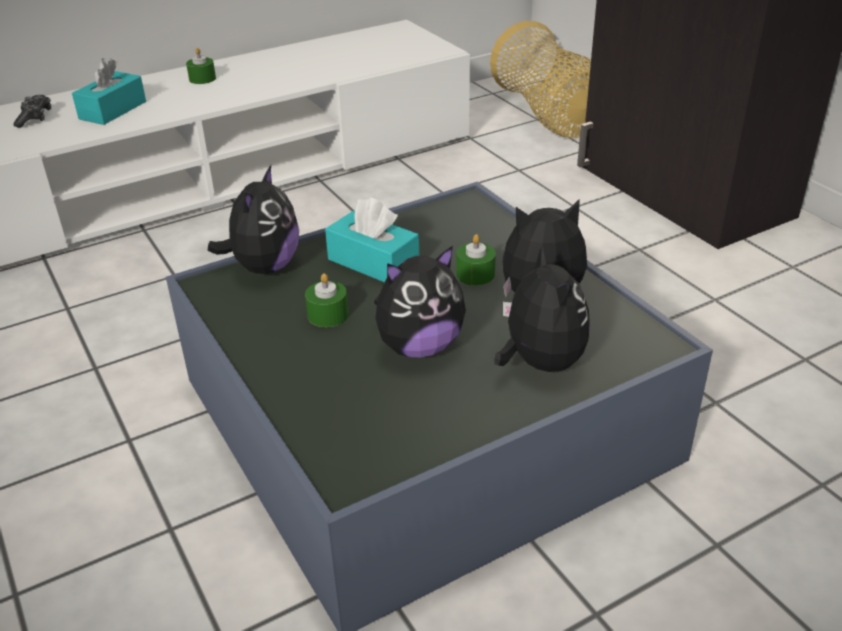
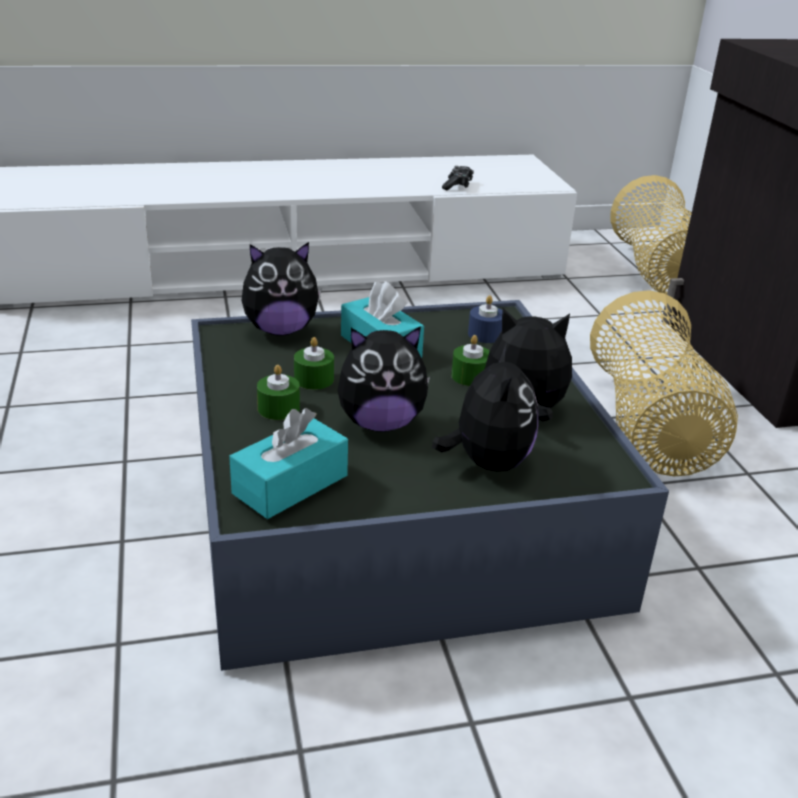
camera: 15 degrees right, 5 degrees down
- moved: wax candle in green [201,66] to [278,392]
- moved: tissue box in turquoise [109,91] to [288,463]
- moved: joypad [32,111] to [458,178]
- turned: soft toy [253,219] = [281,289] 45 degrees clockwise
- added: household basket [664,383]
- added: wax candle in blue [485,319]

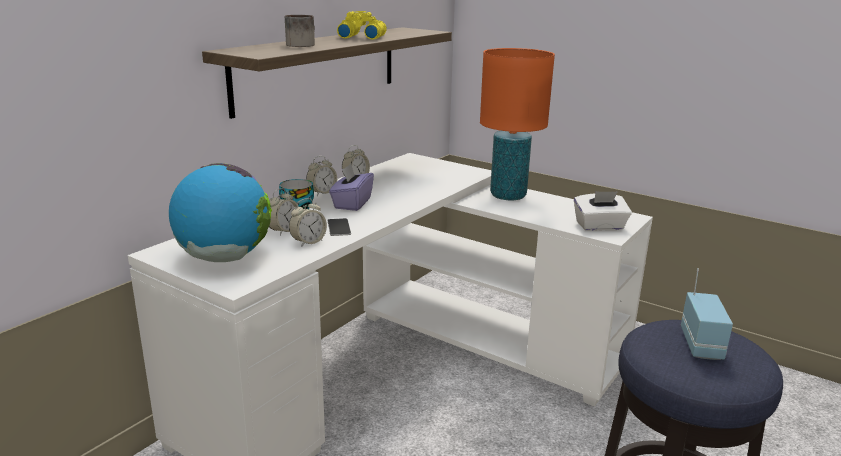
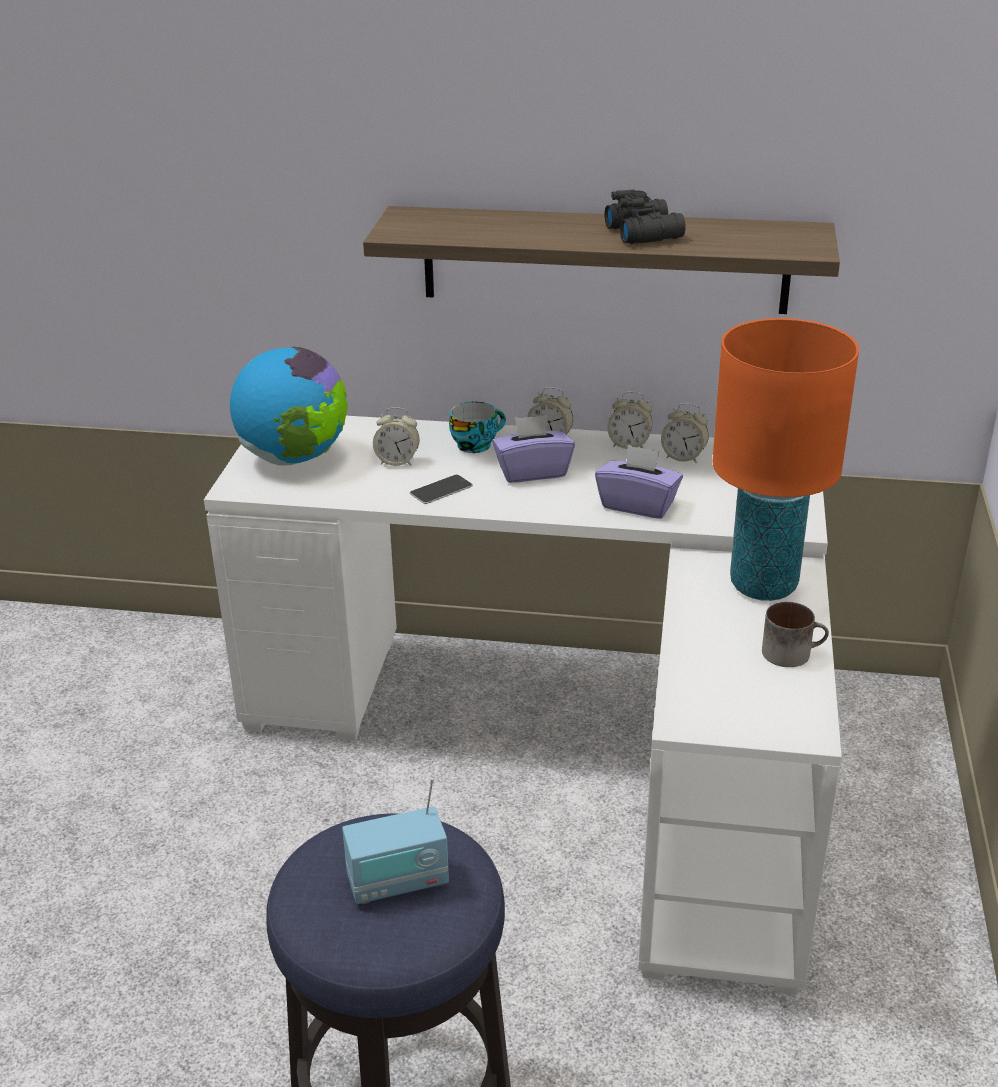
camera: 65 degrees right, 10 degrees up
- recoloured: field glasses in yellowish [362,25] to field glasses in black [645,216]
- moved: coffee mug [300,31] to [795,634]
- removed: tissue box in white-coloured [603,211]
- moved: table clock [308,222] to [685,433]
- added: tissue box in purple [639,482]

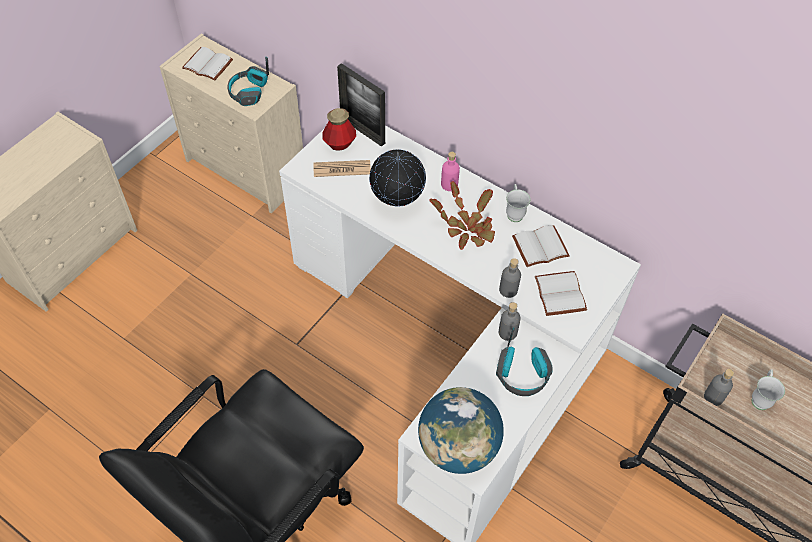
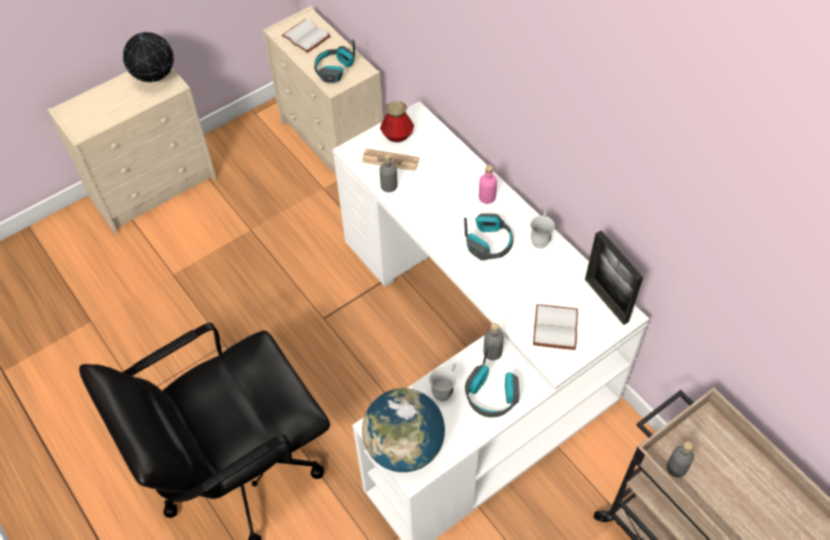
camera: 20 degrees right, 0 degrees up
- moved: picture frame [361,105] to [614,278]
- moved: world globe [397,177] to [148,57]
- replaced: potted plant [462,215] to headphones [488,237]
- removed: book in white-coloured [541,246]
- moved: bottle in greyish [510,278] to [388,172]
- moved: coffee mug in white-coloured [768,389] to [442,382]

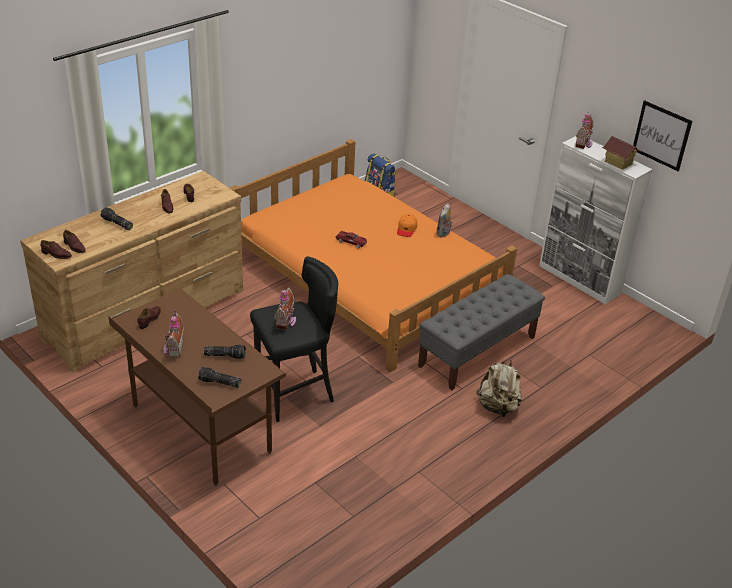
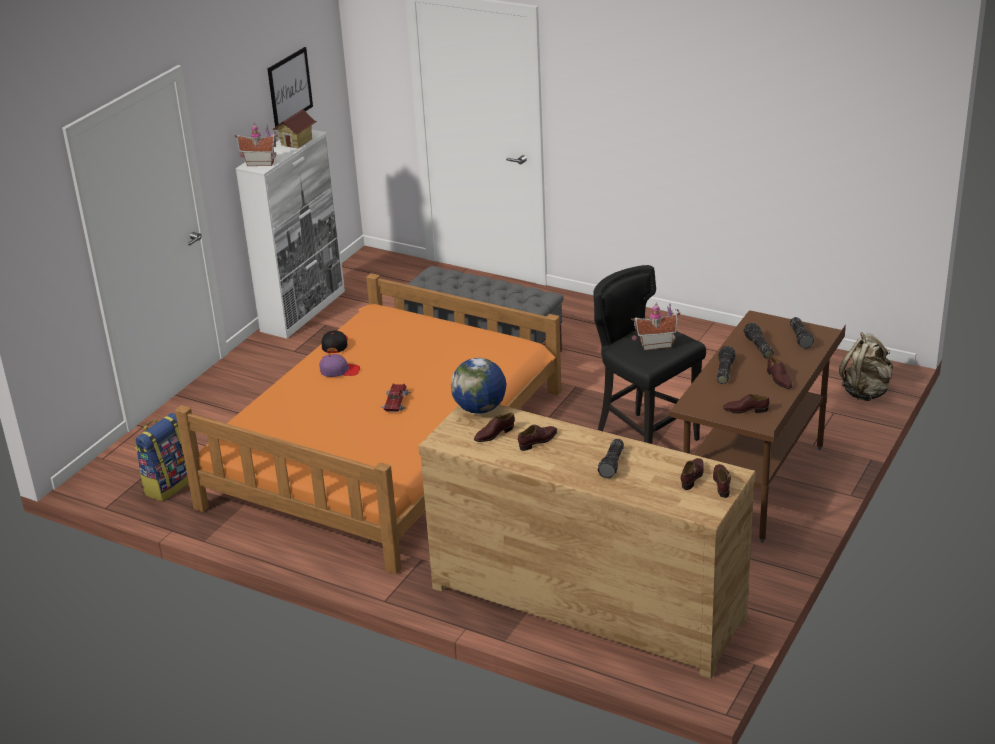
camera: 105 degrees left, 5 degrees down
- replaced: soft toy [444,220] to peaked cap in black [334,341]
- recoloured: peaked cap in orange-coloured [407,225] to peaked cap in purple [339,365]
- replaced: model house [173,333] to shoe in brown [779,372]
- moved: knapsack in sand-coloured [499,388] to [866,366]
- added: torch [726,365]
- added: world globe [478,386]

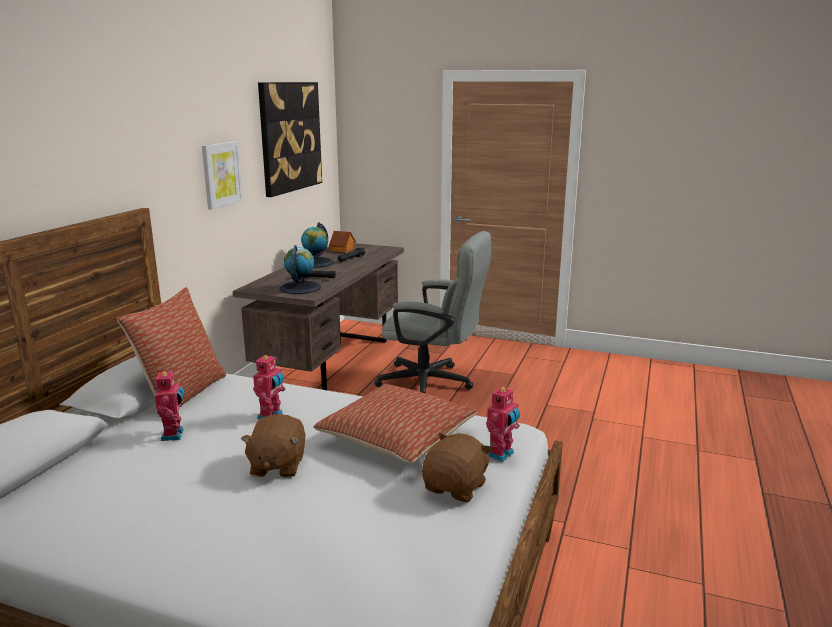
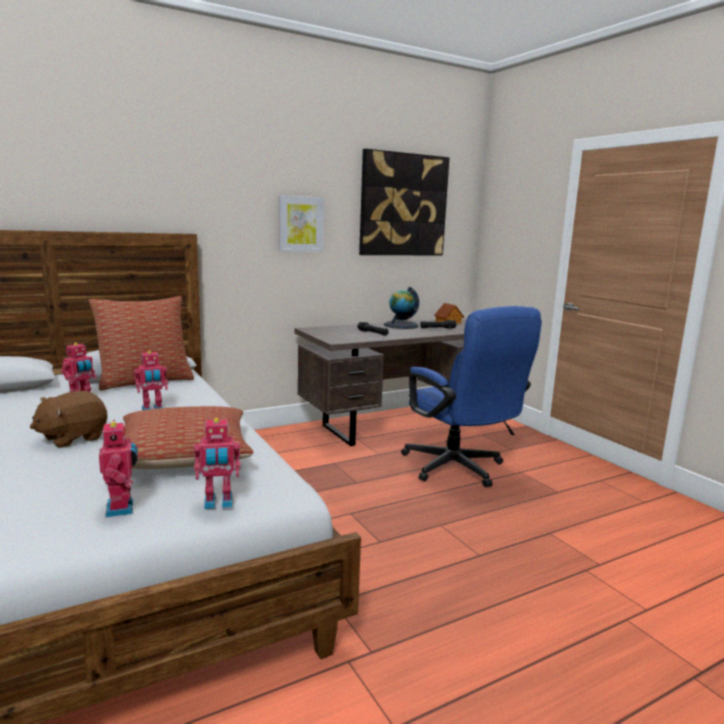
camera: 40 degrees right, 5 degrees down
- recoloured: desk chair in greyish [433,312] to desk chair in blue [471,396]
- removed: world globe [300,269]
- replaced: soft toy in brown [457,467] to toy robot [118,468]

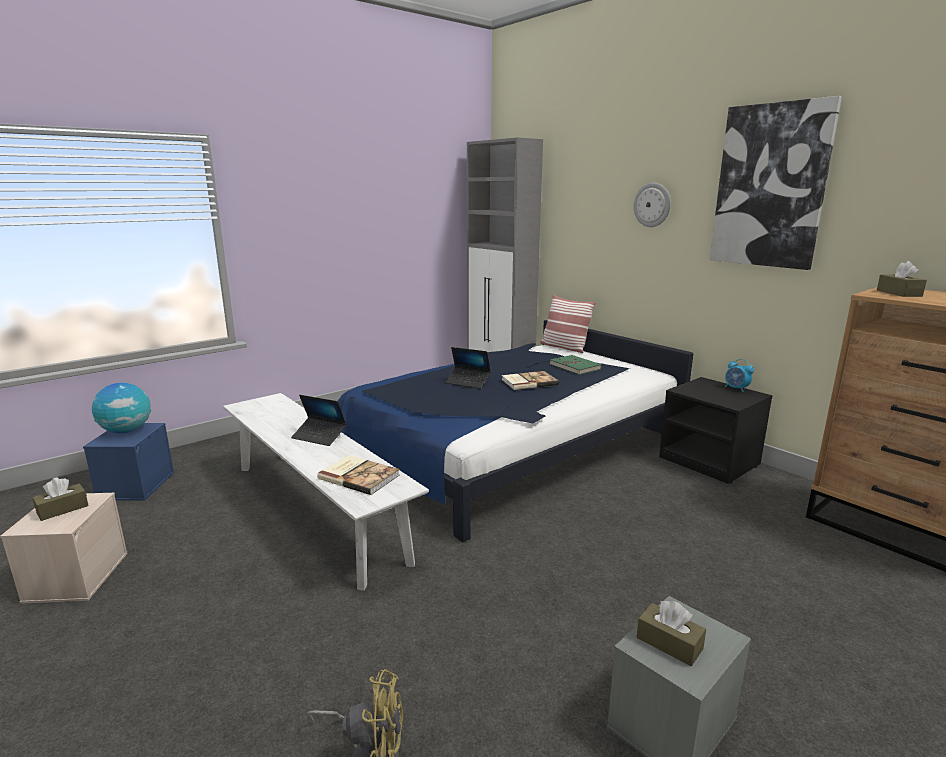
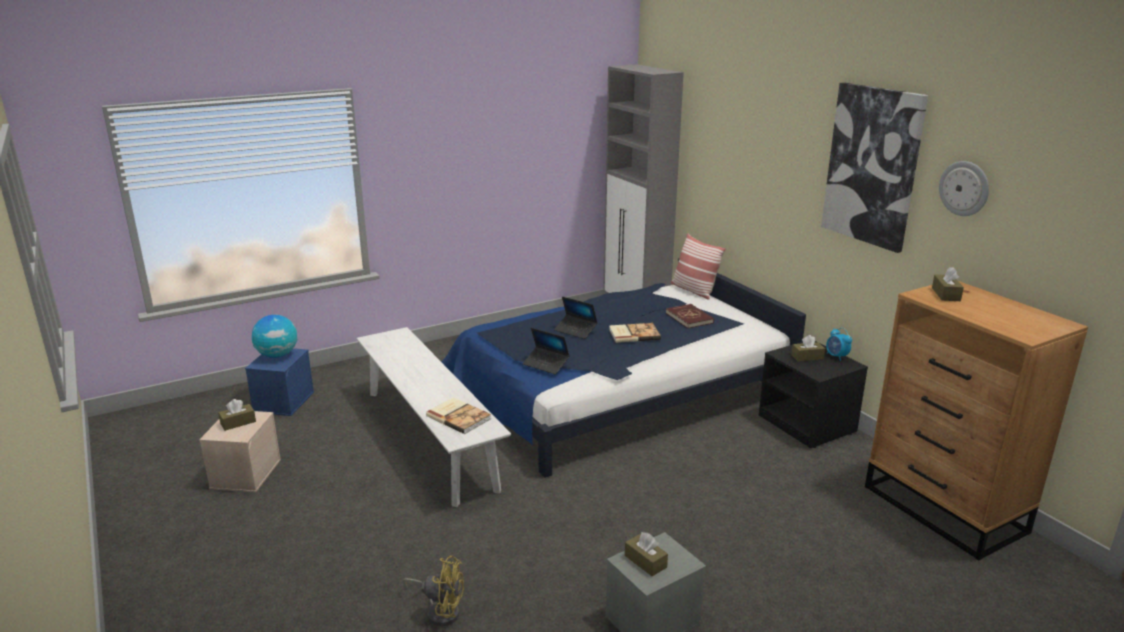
camera: 10 degrees right, 5 degrees up
- moved: hanging clock [652,205] to [964,188]
- recoloured: book in green [576,365] to book in red-coloured [690,316]
- moved: portable computer [319,420] to [546,351]
- added: tissue box in brown [808,348]

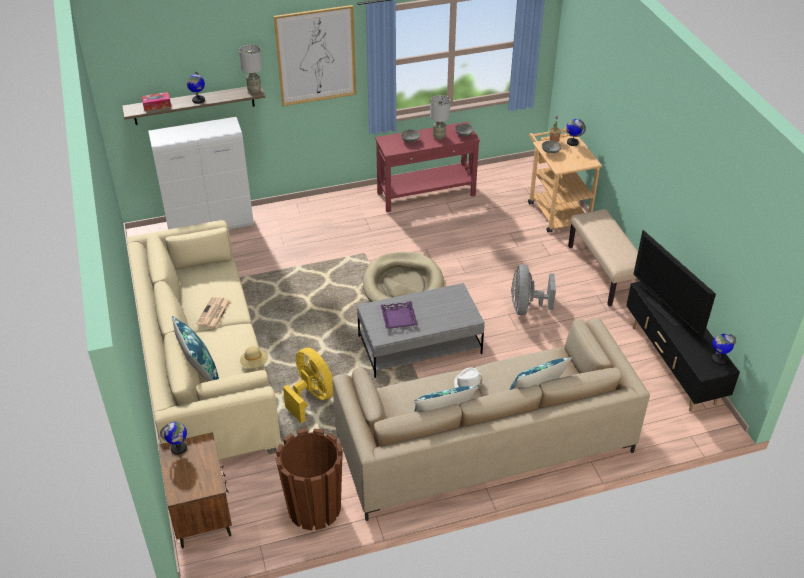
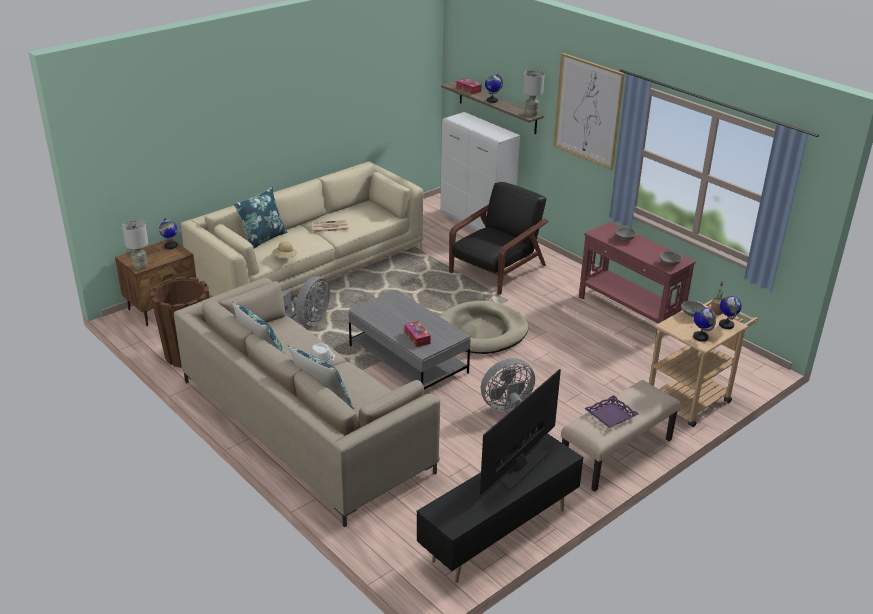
camera: 65 degrees right, 10 degrees down
- moved: table lamp in greyish [440,117] to [135,245]
- moved: serving tray in purple [399,315] to [611,411]
- moved: world globe [723,349] to [704,324]
- recoloured: cooling fan in yellowish [308,385] to cooling fan in greyish [306,301]
- added: armchair in black [499,238]
- added: tissue box [417,334]

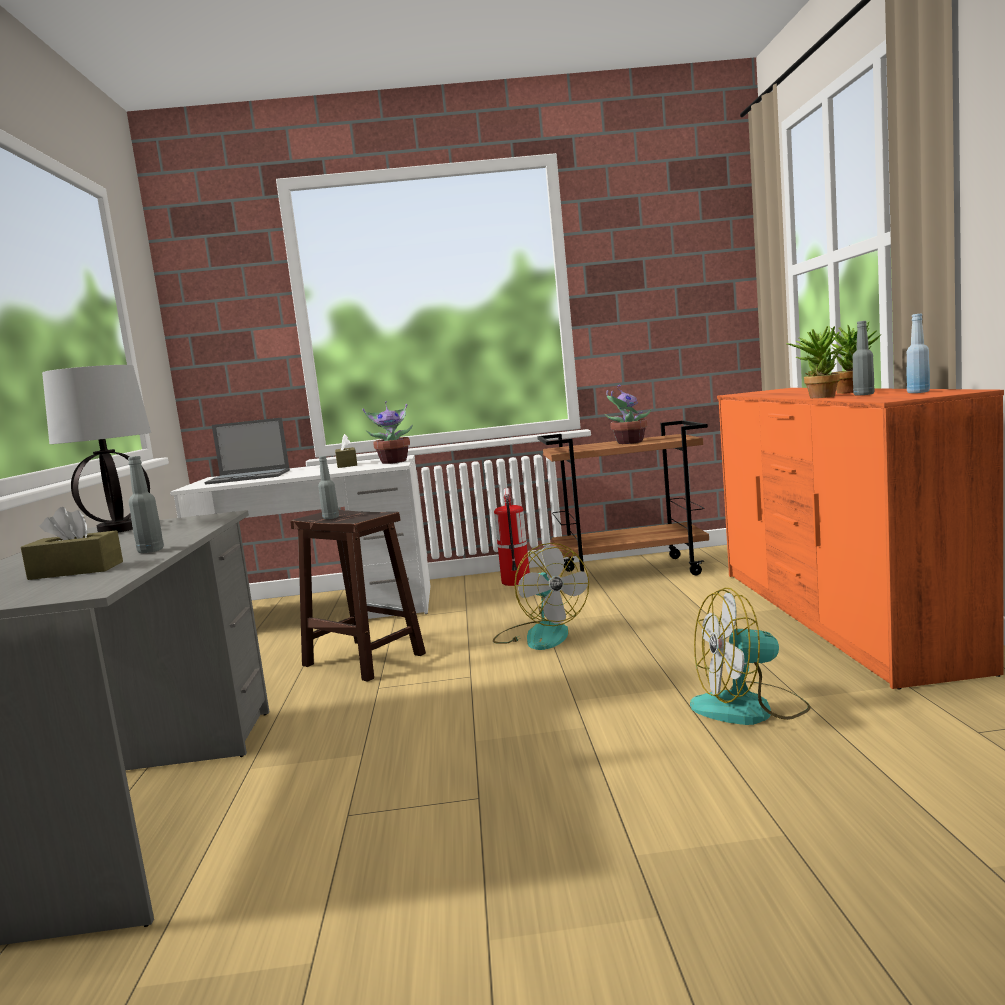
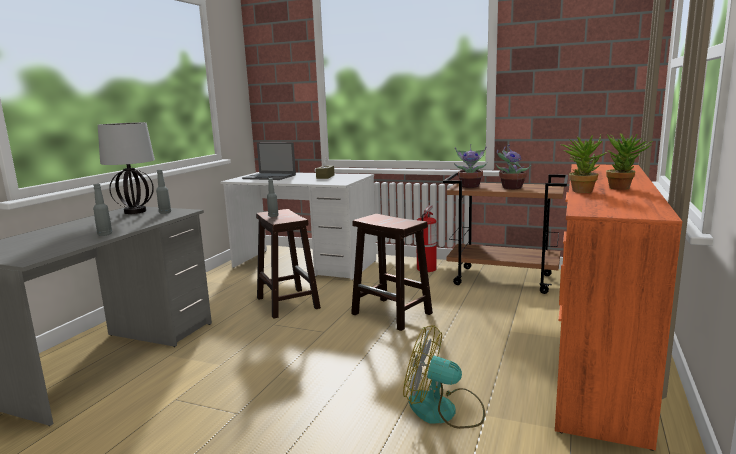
camera: 25 degrees right, 5 degrees up
- removed: bottle in blue [918,353]
- moved: bottle in greyish [864,358] to [163,192]
- moved: potted plant [387,432] to [470,166]
- removed: tissue box in brown [72,543]
- replaced: cooling fan [541,596] to sitting stool in brown [392,272]

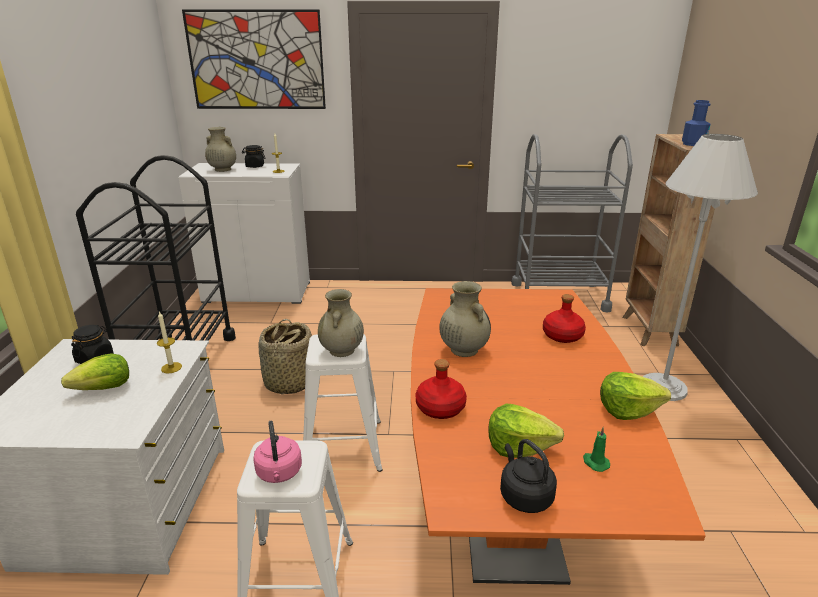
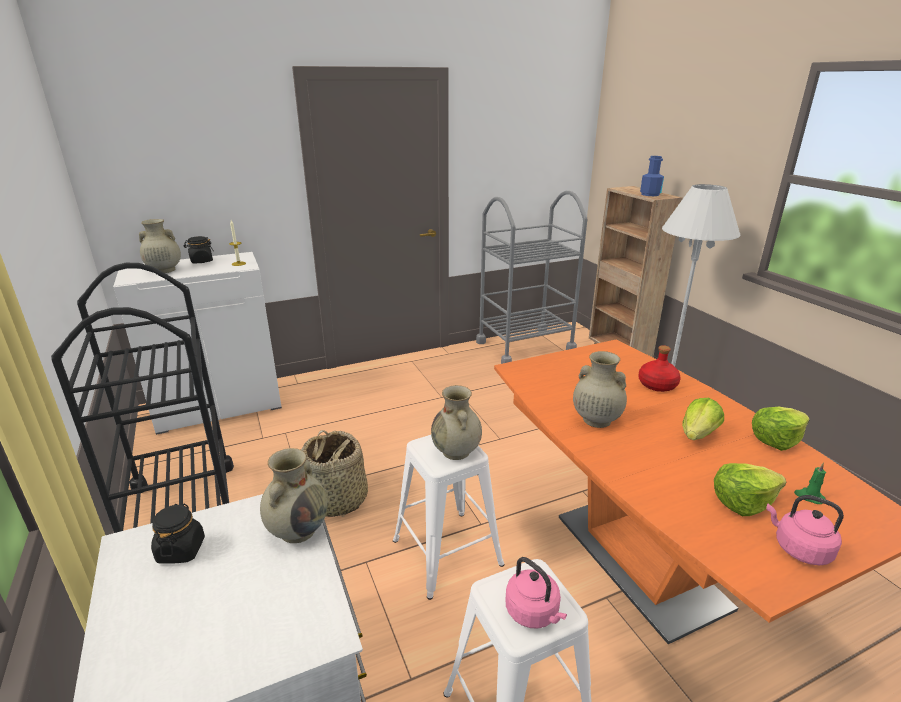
camera: 25 degrees left, 0 degrees up
- removed: picture [254,59]
- replaced: wax candle [169,342] to flower vase in sand-coloured [294,495]
- moved: head of lettuce [95,371] to [703,419]
- removed: bottle in red-coloured [441,389]
- recoloured: water kettle in black [528,476] to water kettle in pink-coloured [805,530]

